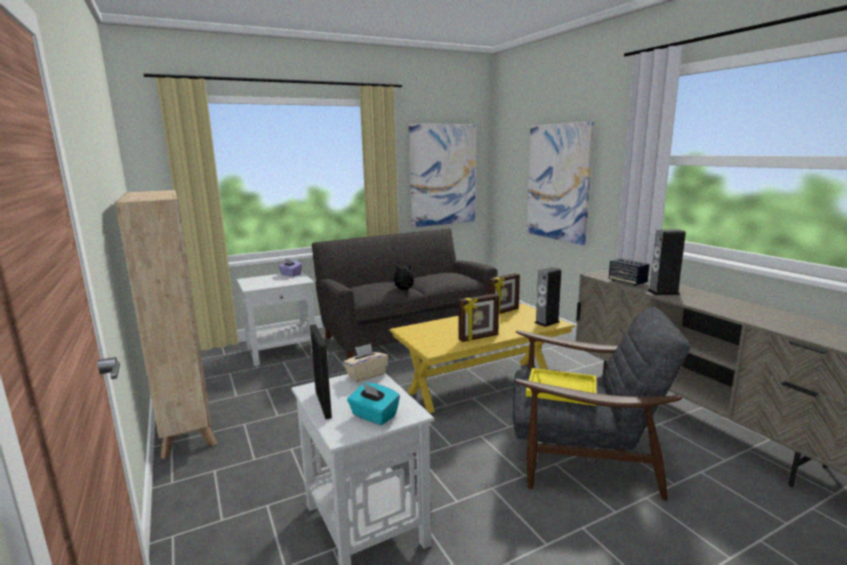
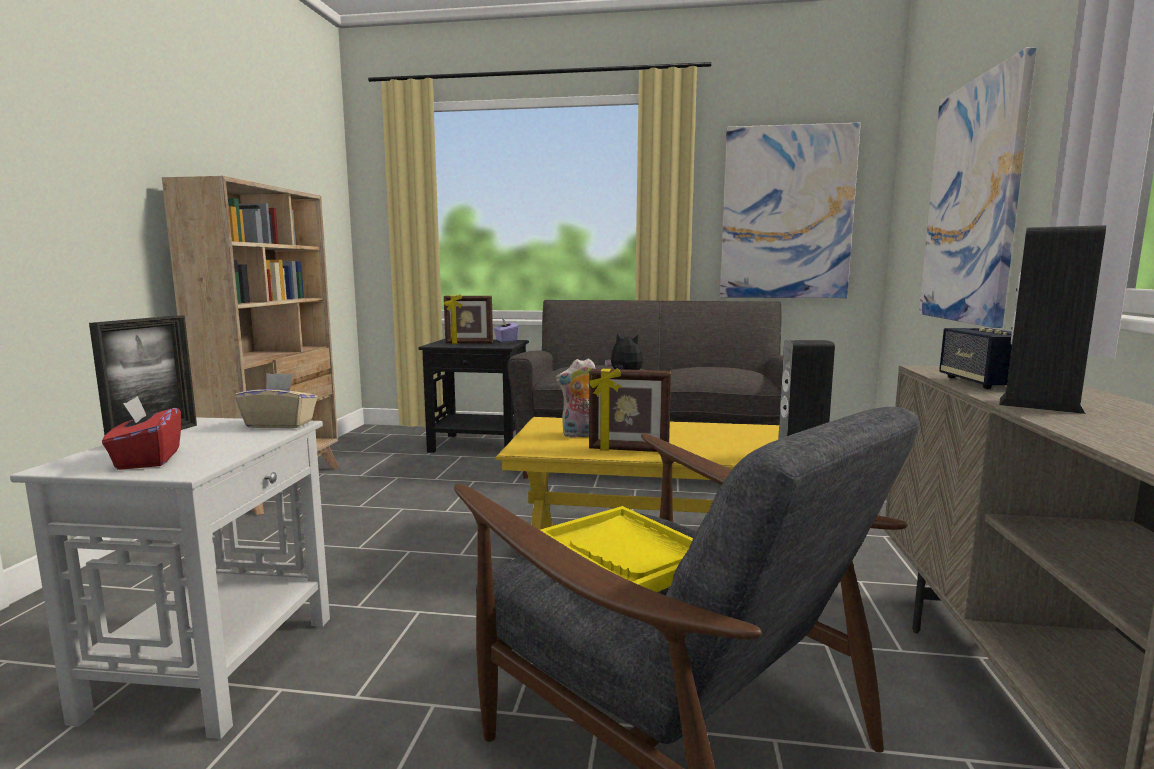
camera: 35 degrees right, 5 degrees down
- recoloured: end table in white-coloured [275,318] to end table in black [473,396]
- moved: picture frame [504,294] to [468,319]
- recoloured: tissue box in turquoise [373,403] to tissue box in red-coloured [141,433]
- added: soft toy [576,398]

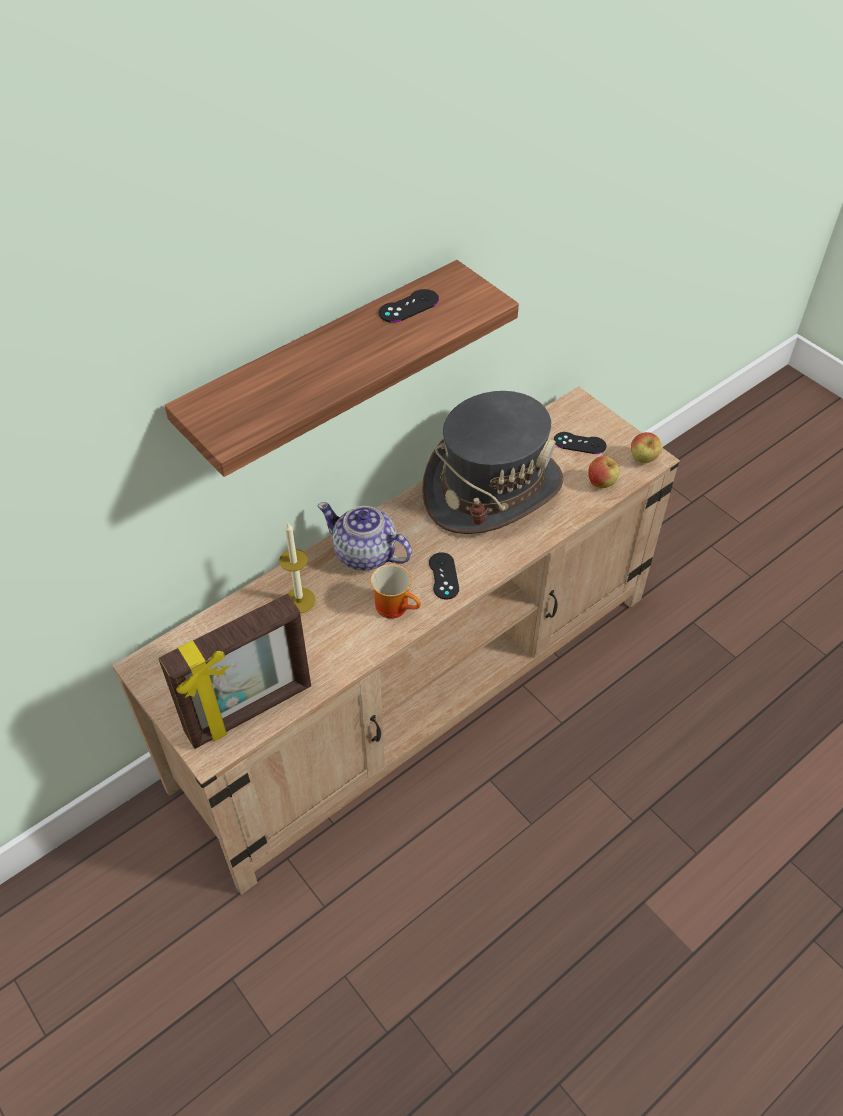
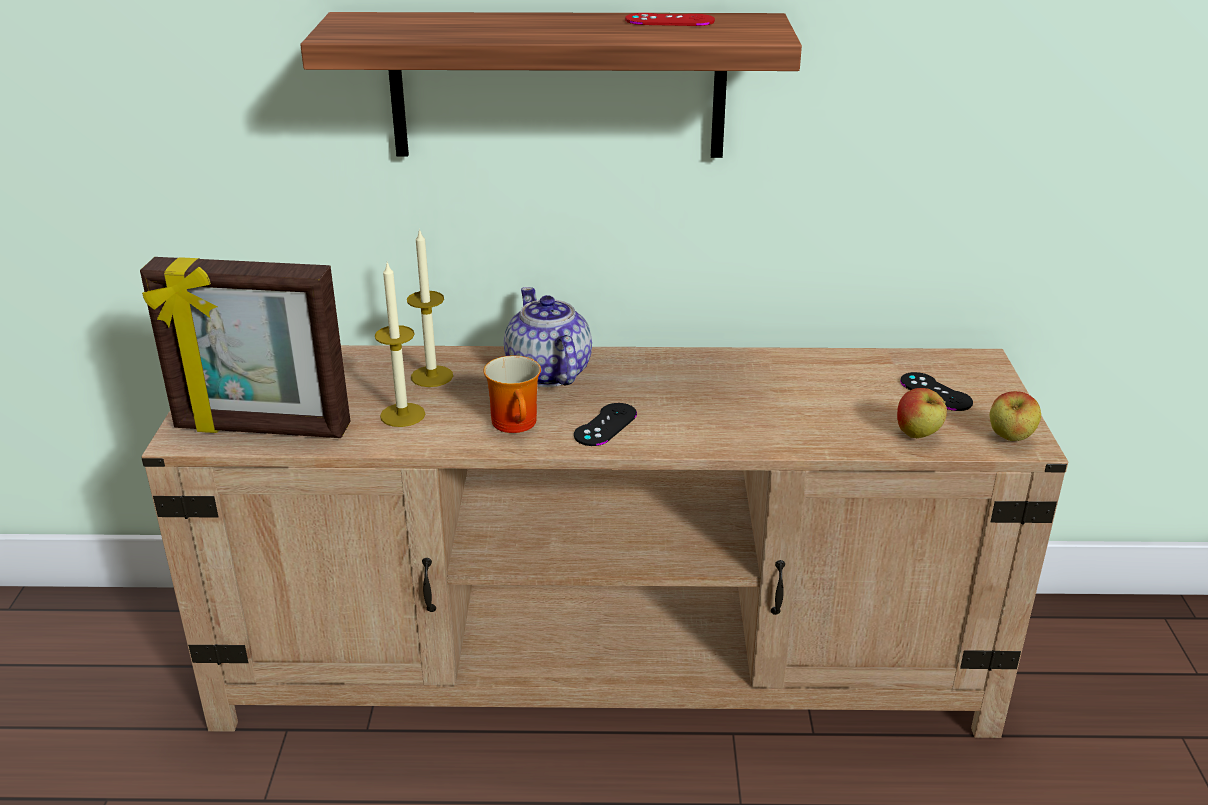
camera: 40 degrees right, 20 degrees down
- recoloured: joypad in black [409,306] to joypad in red-coloured [670,19]
- removed: hat in greyish [492,462]
- added: wax candle [400,344]

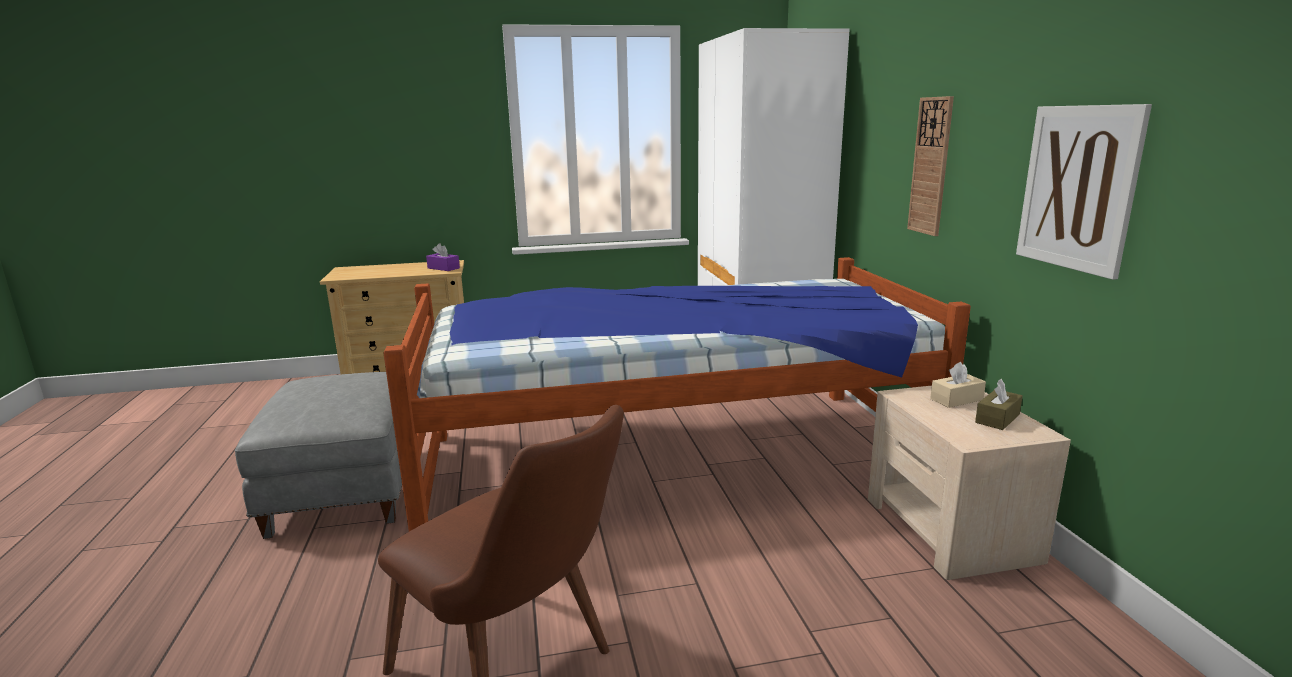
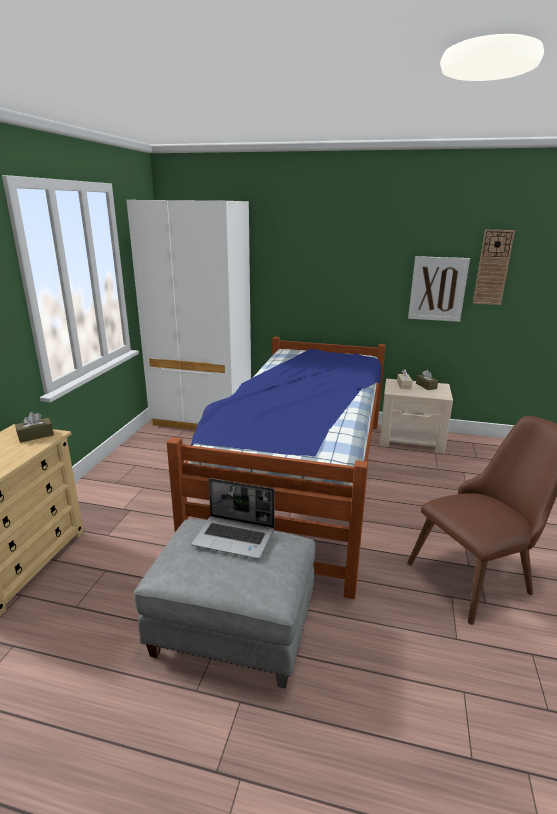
camera: 65 degrees left, 5 degrees up
- moved: hanging clock [930,166] to [494,267]
- recoloured: tissue box in purple [443,257] to tissue box in brown [34,427]
- added: portable computer [233,518]

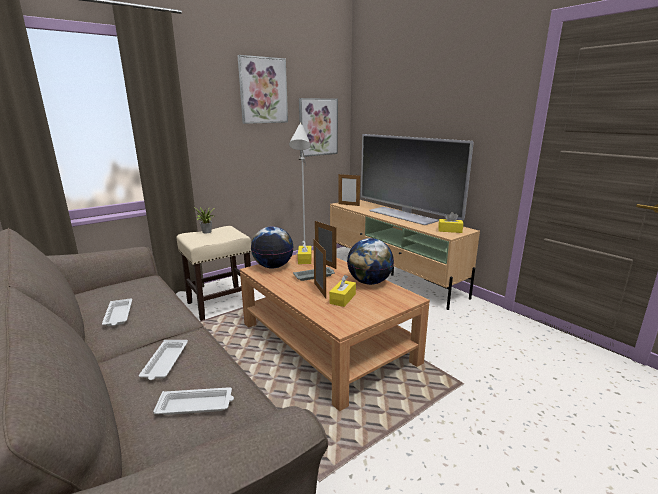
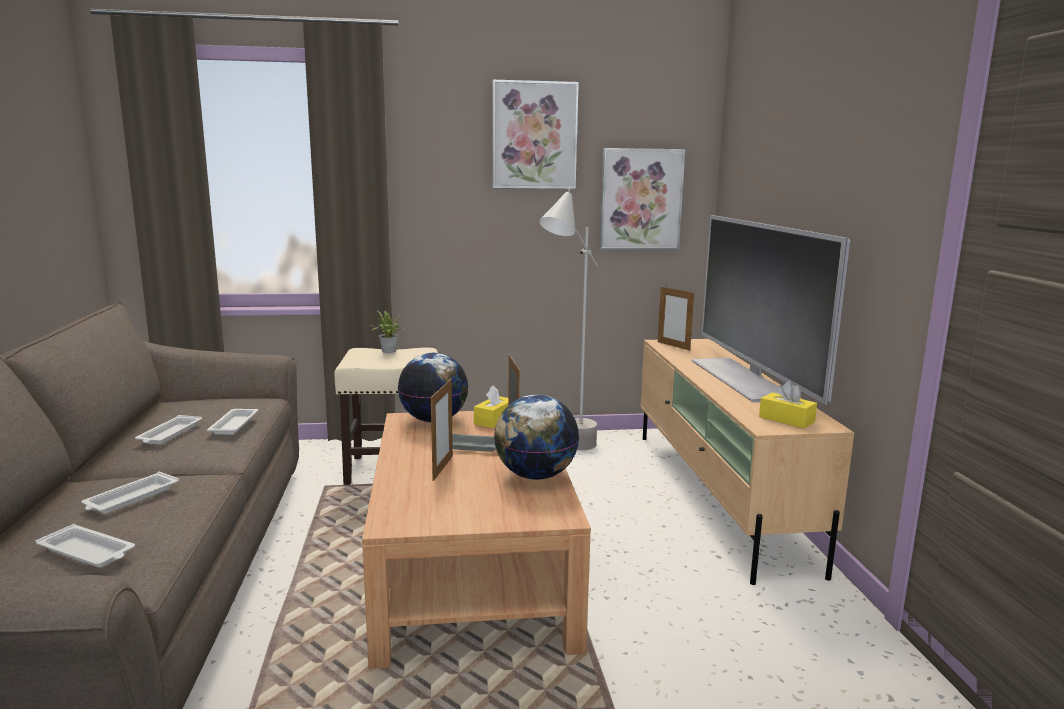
camera: 30 degrees right, 5 degrees down
- removed: tissue box in yellowish [342,291]
- added: serving tray in white-coloured [232,422]

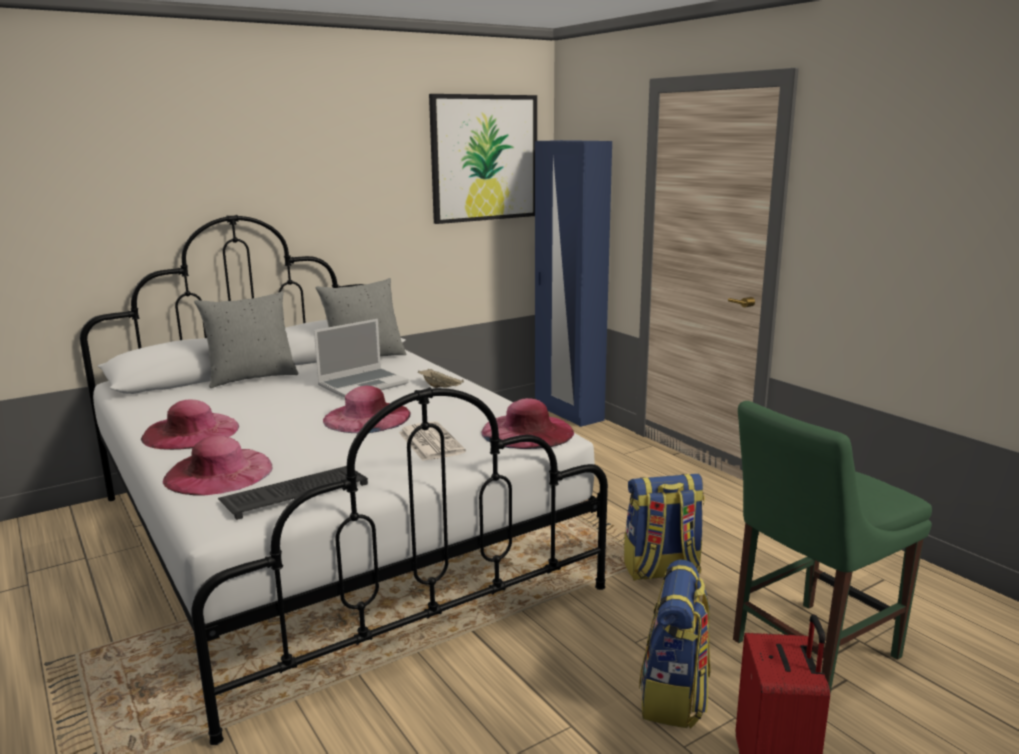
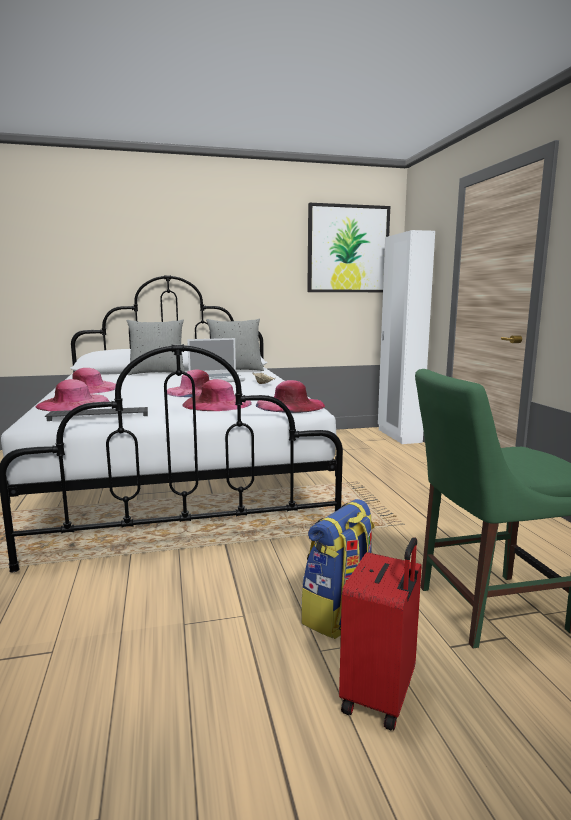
camera: 20 degrees right, 5 degrees down
- recoloured: clothes cupboard in blue [573,283] to clothes cupboard in white-coloured [406,337]
- replaced: newspaper [432,441] to hat in pink-coloured [217,395]
- removed: knapsack [664,527]

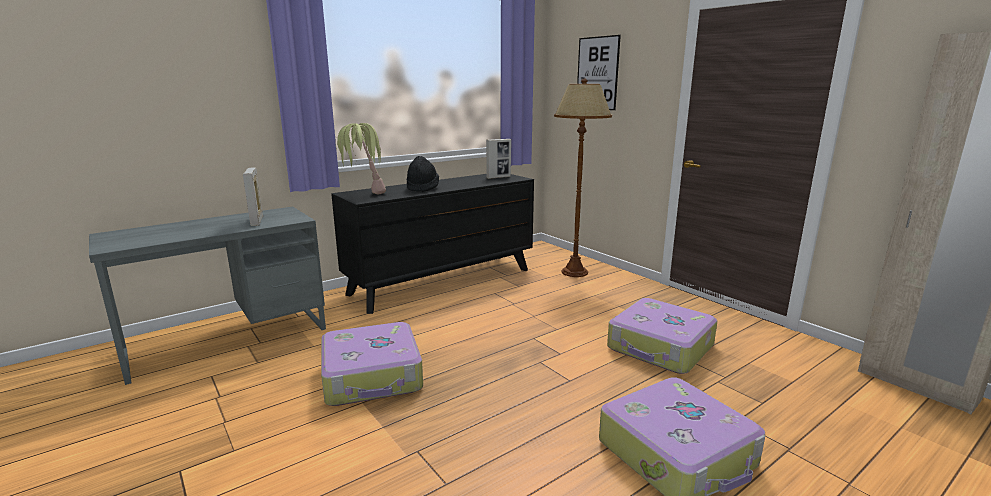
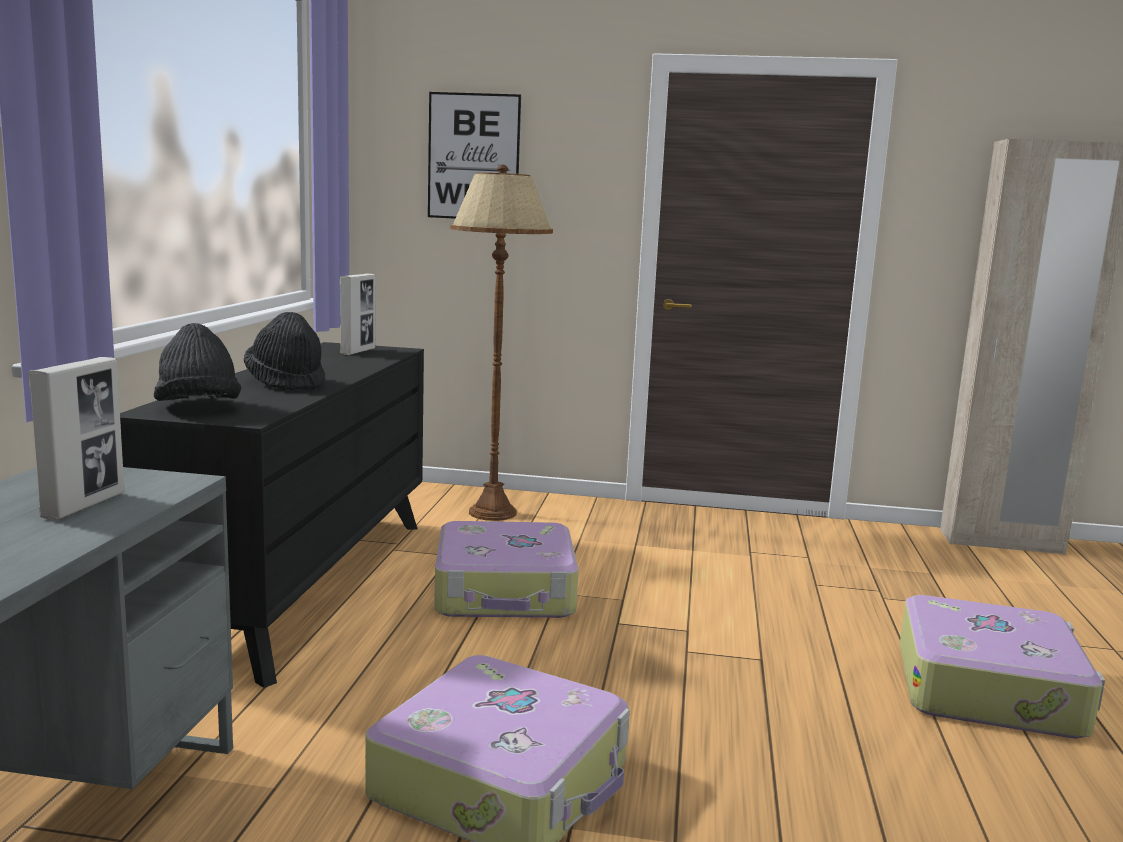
camera: 45 degrees left, 5 degrees down
- replaced: potted plant [360,159] to hat in black [197,362]
- turned: picture frame [253,196] = [76,438] 105 degrees counterclockwise
- moved: piece of luggage [662,336] to [506,569]

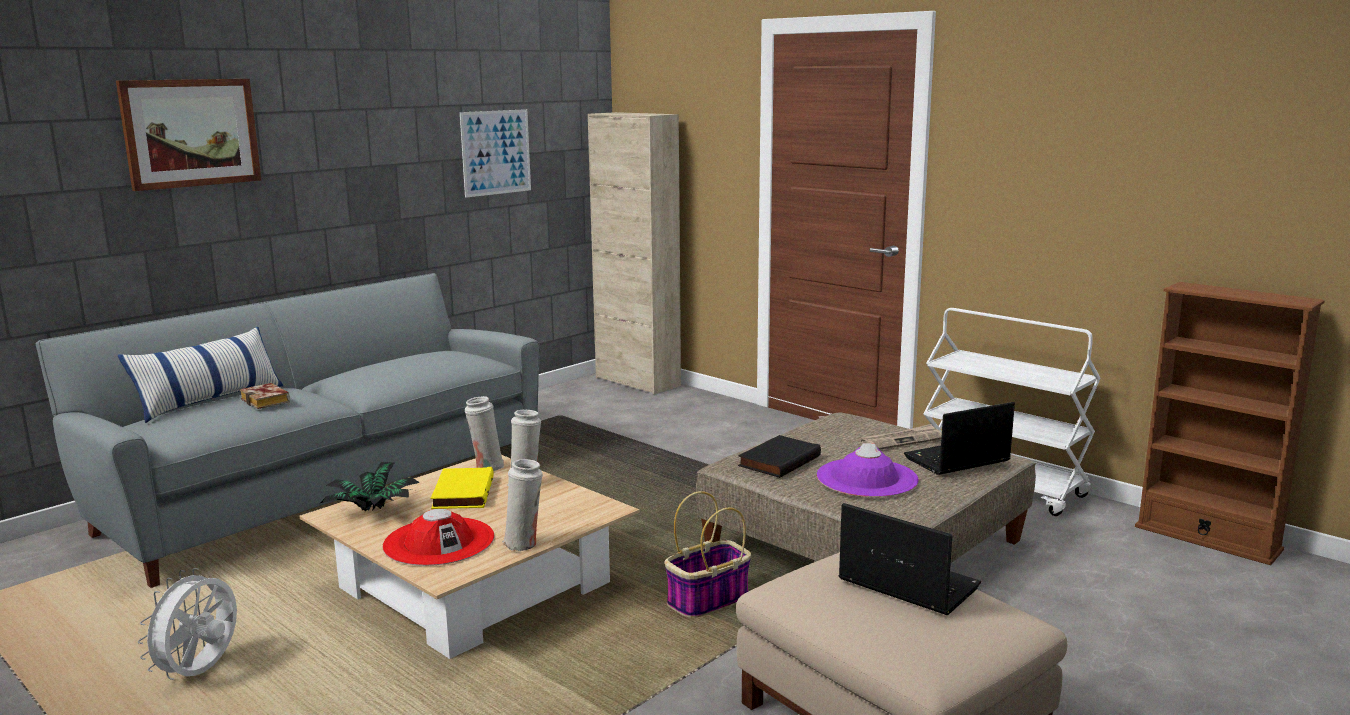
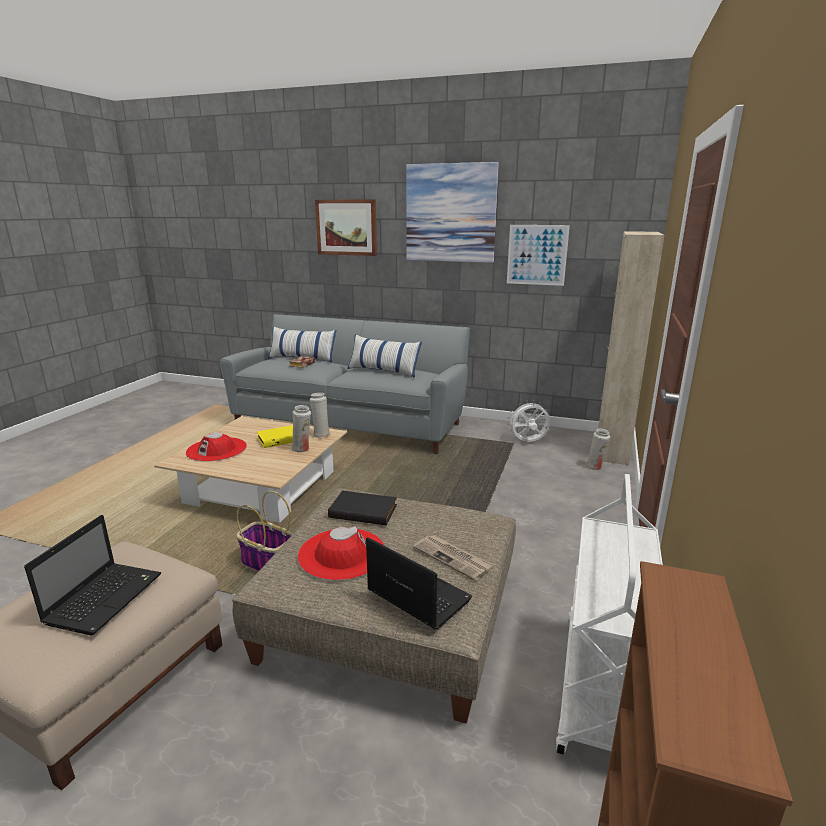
camera: 65 degrees right, 5 degrees up
- recoloured: hat in purple [868,470] to hat in red-coloured [341,553]
- moved: flower vase in white-coloured [522,505] to [598,449]
- removed: potted plant [369,486]
- moved: cooling fan in white-coloured [187,624] to [528,421]
- added: picture [452,212]
- added: pillow [384,356]

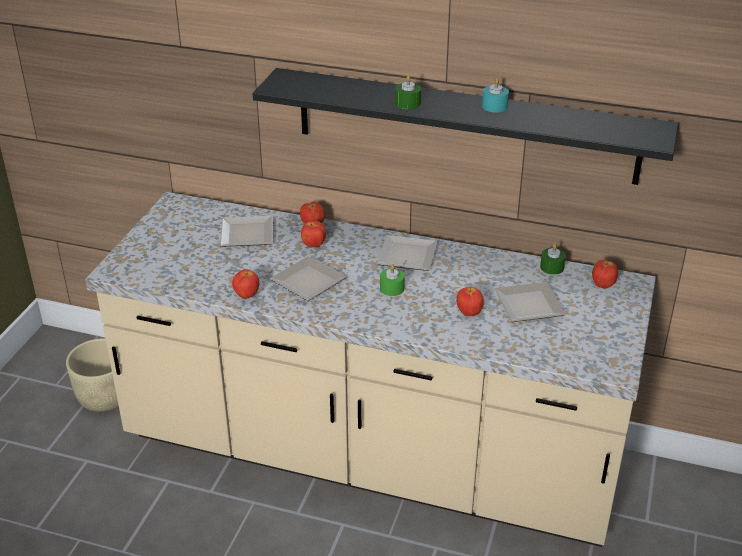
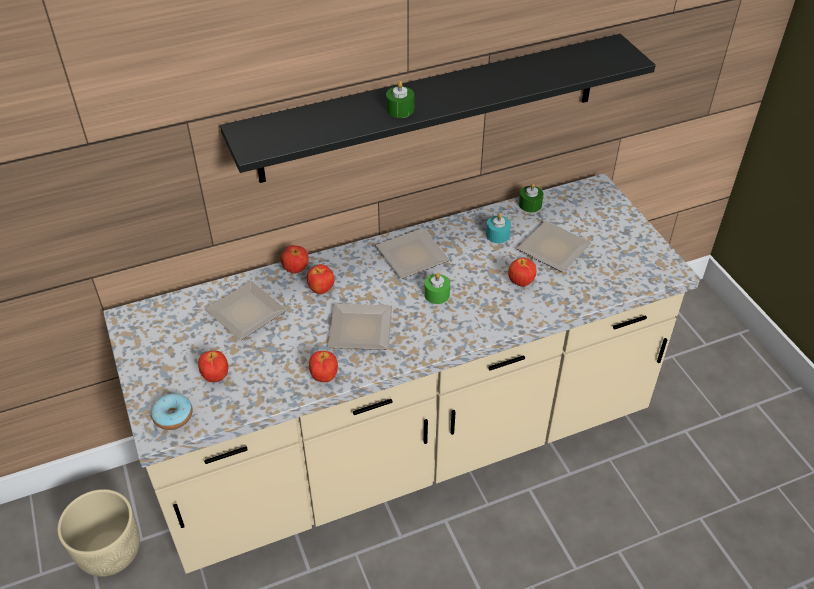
camera: 40 degrees left, 10 degrees up
- moved: wax candle in turquoise [495,95] to [498,228]
- moved: whole apple [605,274] to [213,366]
- added: ring doughnut [172,411]

